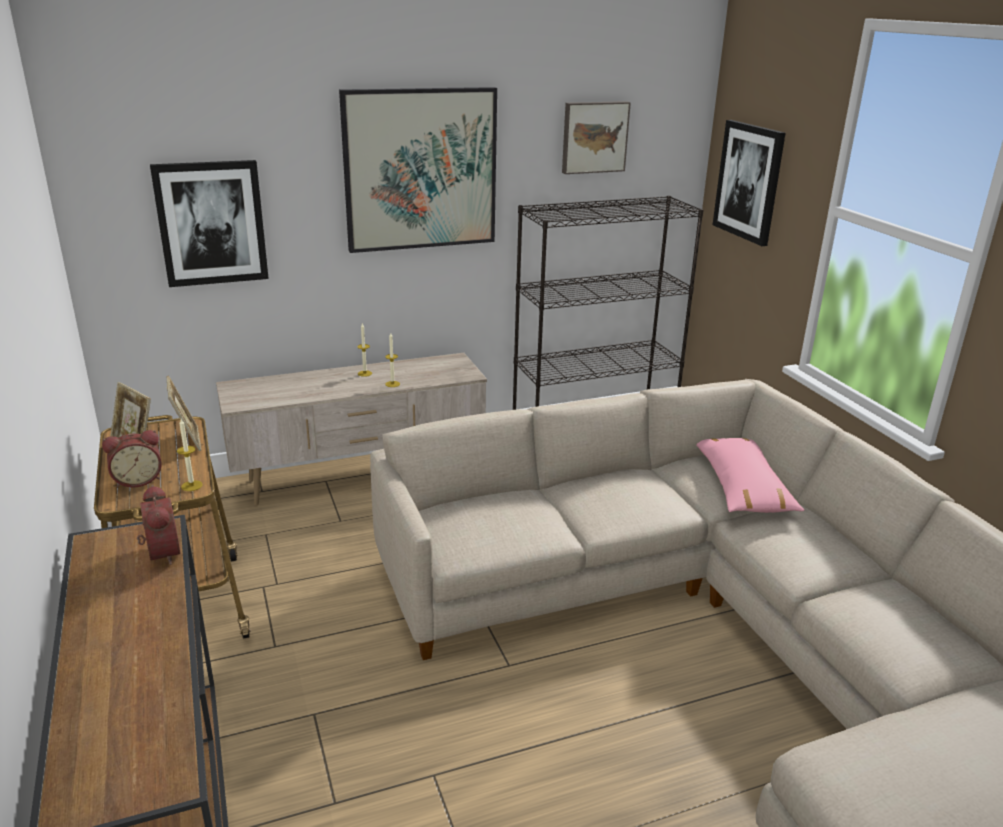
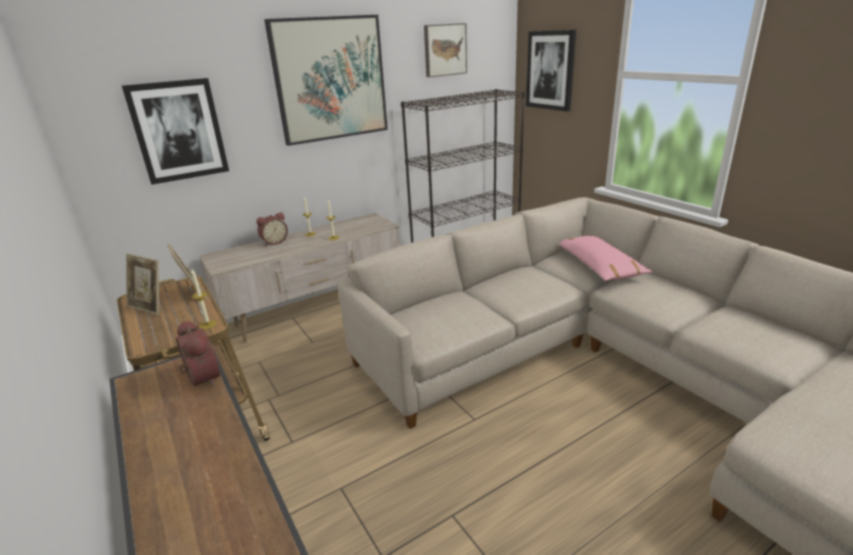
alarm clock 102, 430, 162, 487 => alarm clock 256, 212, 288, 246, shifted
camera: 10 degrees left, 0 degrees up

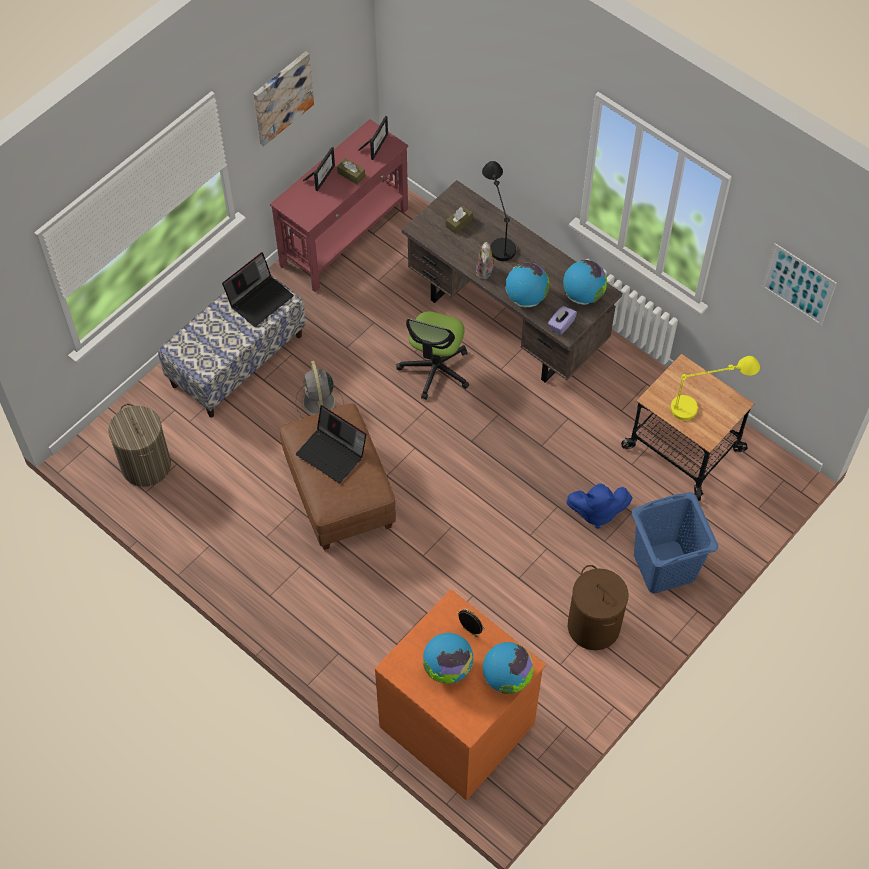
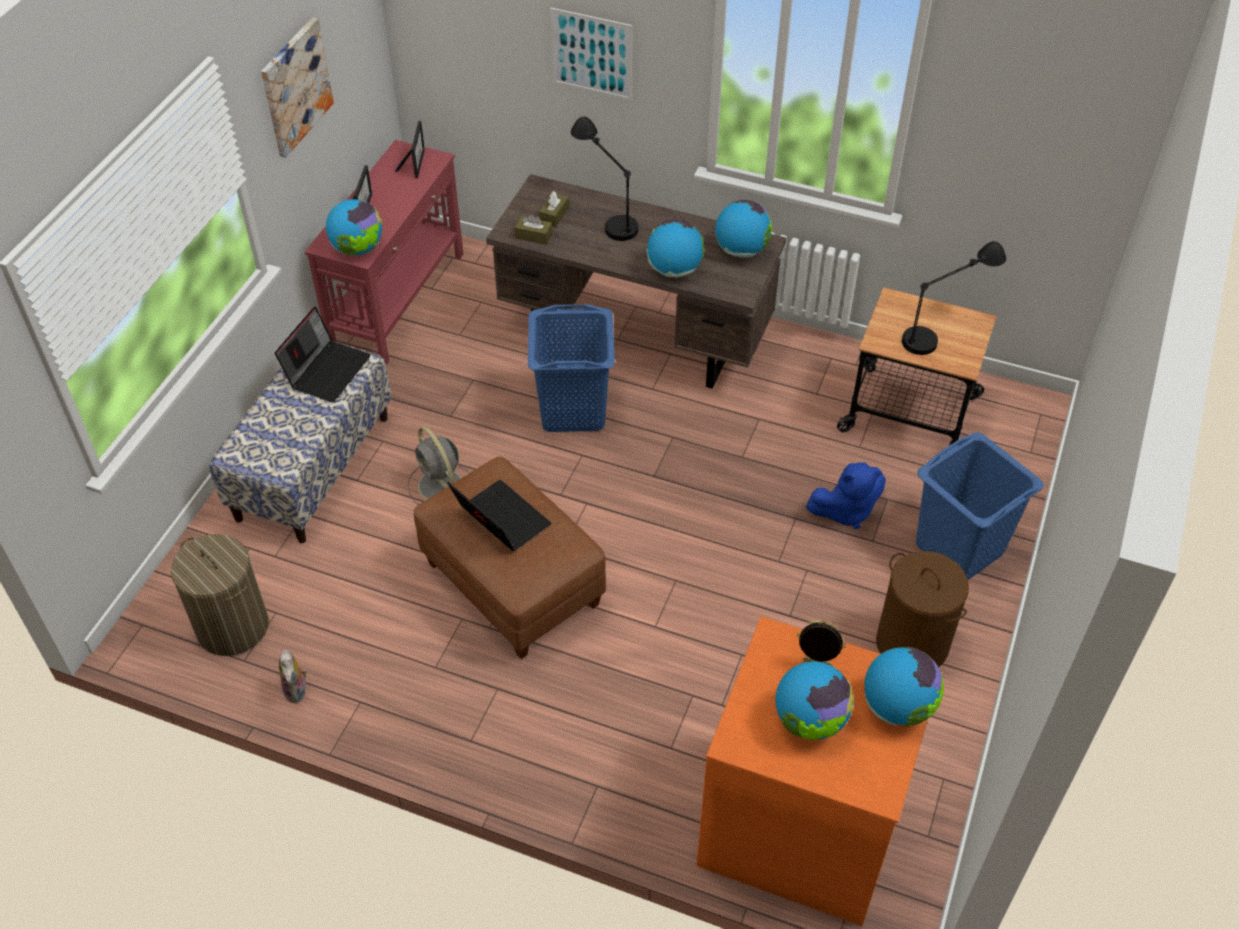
laptop 296, 405, 366, 483 => laptop 448, 480, 551, 551, 150 degrees counterclockwise
tissue box (brown) 337, 158, 365, 185 => tissue box (brown) 515, 215, 552, 245, shifted
office chair 396, 311, 469, 400 => laundry basket (blue) 528, 304, 615, 432
plush toy 476, 242, 496, 279 => plush toy 279, 650, 307, 703, shifted
tissue box (purple) 548, 306, 577, 335 => nothing
table lamp (yellow) 670, 356, 760, 420 => table lamp (black) 902, 241, 1006, 355
picture 762, 243, 836, 326 => picture 550, 8, 632, 101, shifted
nothing => globe 326, 199, 382, 255
camera: 20 degrees left, 10 degrees down

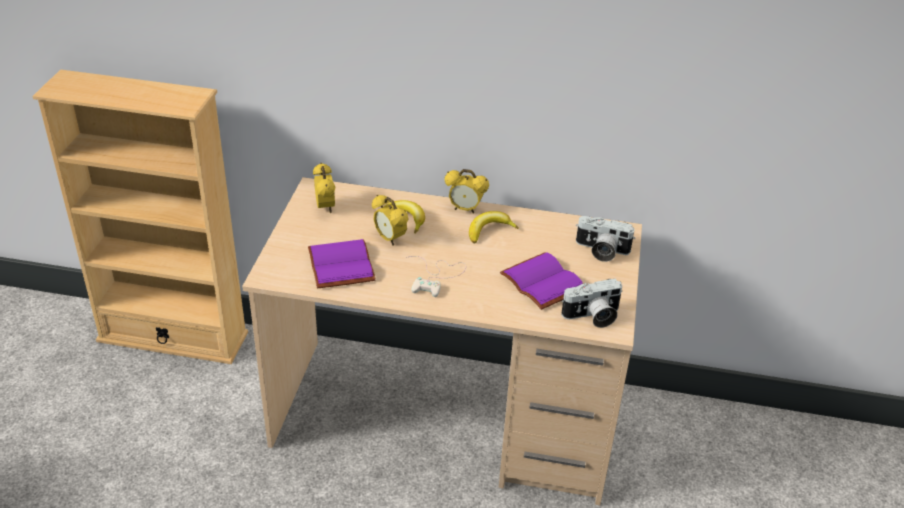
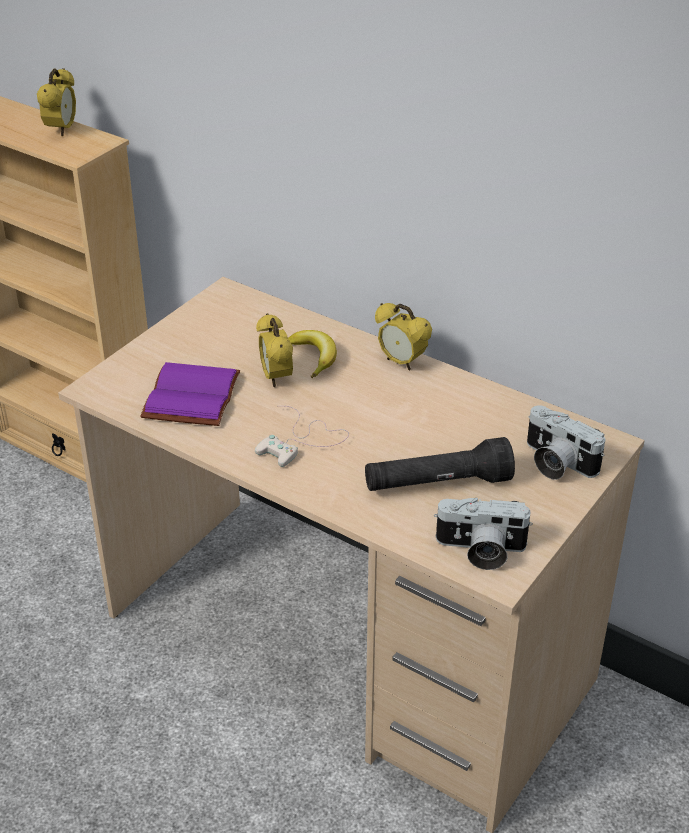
alarm clock 313, 163, 335, 213 => alarm clock 37, 68, 76, 136, shifted
banana 469, 211, 519, 243 => nothing
book (purple) 500, 252, 583, 310 => flashlight (black) 365, 437, 515, 491
camera: 25 degrees right, 0 degrees up

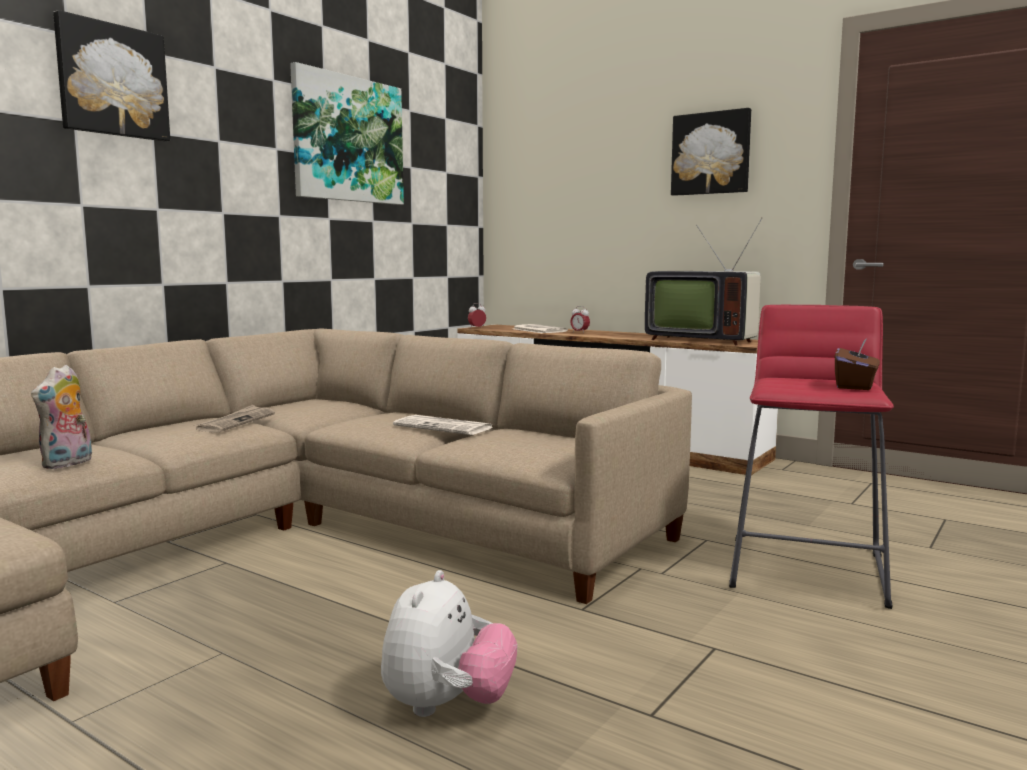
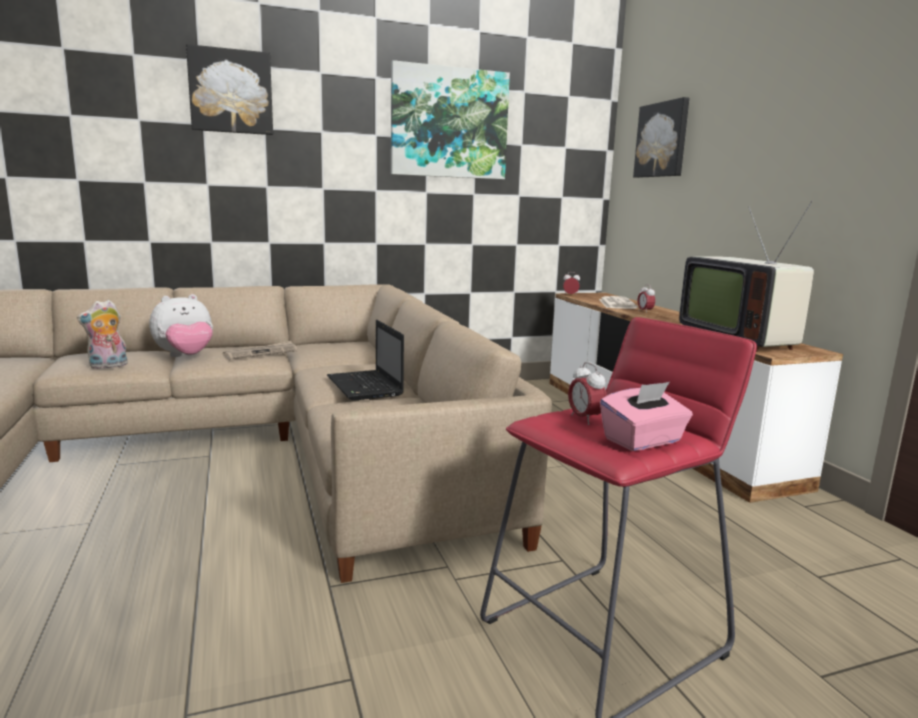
plush toy 381, 570, 517, 717 => plush toy 149, 294, 213, 357, shifted
newspaper 393, 415, 494, 435 => laptop 327, 320, 404, 401
picture 671, 108, 751, 196 => picture 633, 97, 689, 178, shifted
tissue box (brown) 835, 338, 880, 390 => tissue box (pink) 600, 382, 693, 451
nothing => alarm clock 568, 362, 607, 425
camera: 35 degrees right, 5 degrees up

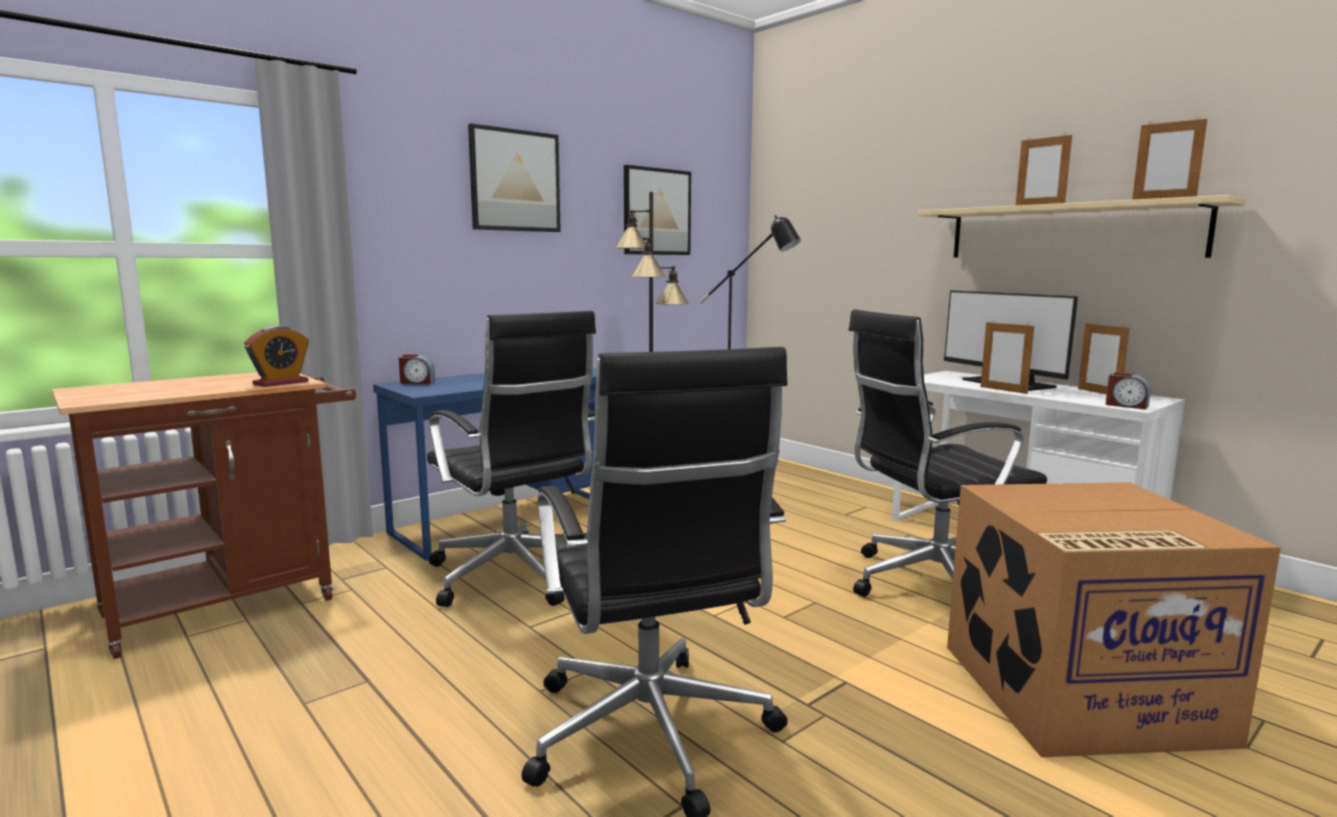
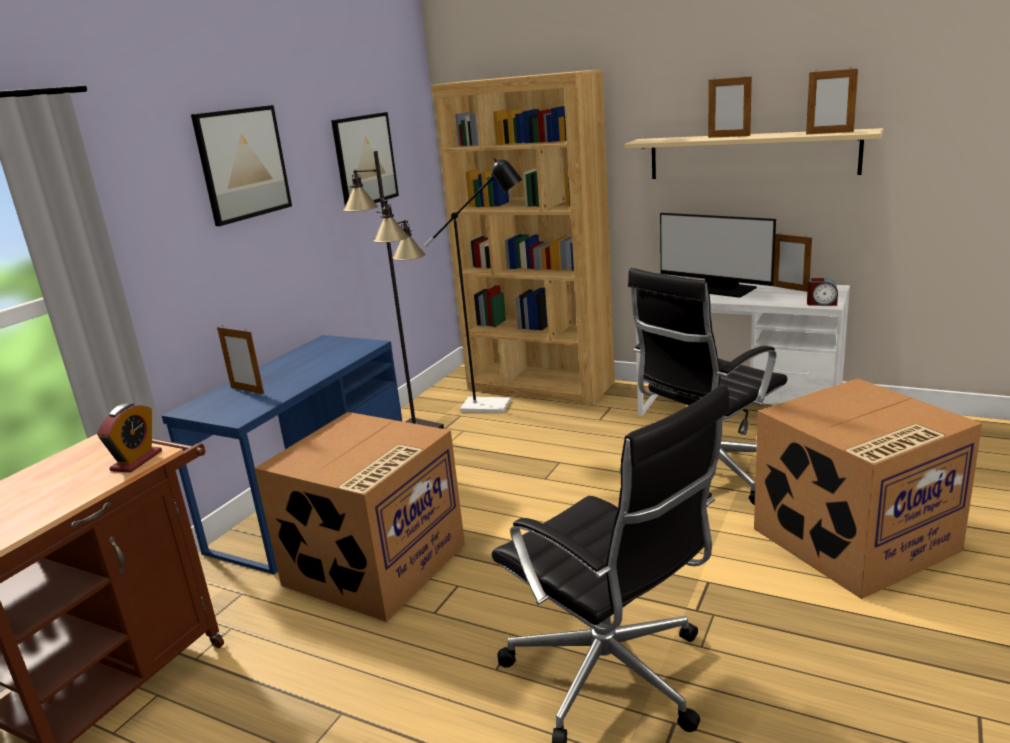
alarm clock 399, 354, 435, 384 => nothing
office chair (black) 427, 311, 596, 607 => cardboard box 254, 412, 465, 622
picture frame 981, 320, 1034, 394 => picture frame 217, 327, 264, 394, shifted
nothing => bookcase (brown) 432, 69, 615, 406
camera: 20 degrees left, 10 degrees up

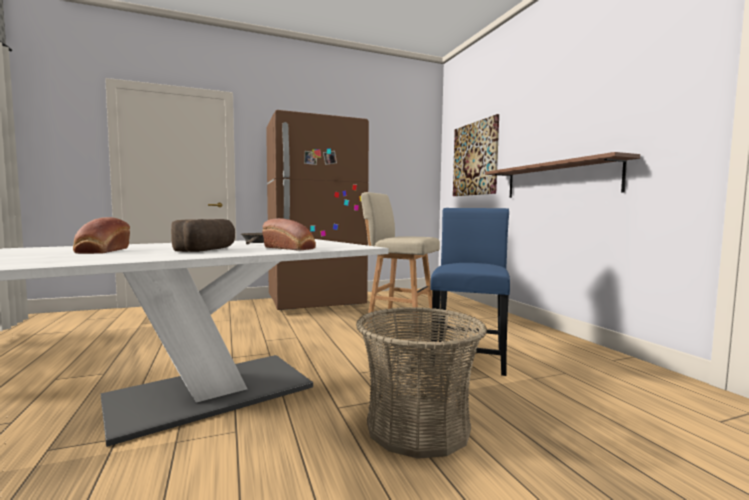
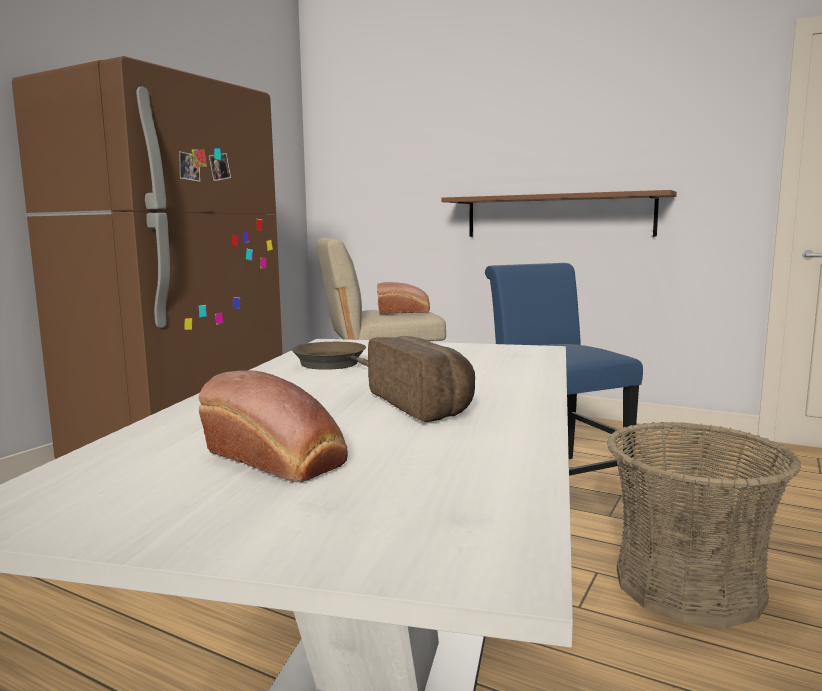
bread 262, 218, 316, 250 => bread 377, 282, 430, 314, shifted
picture 453, 114, 499, 196 => nothing
camera: 40 degrees left, 5 degrees up

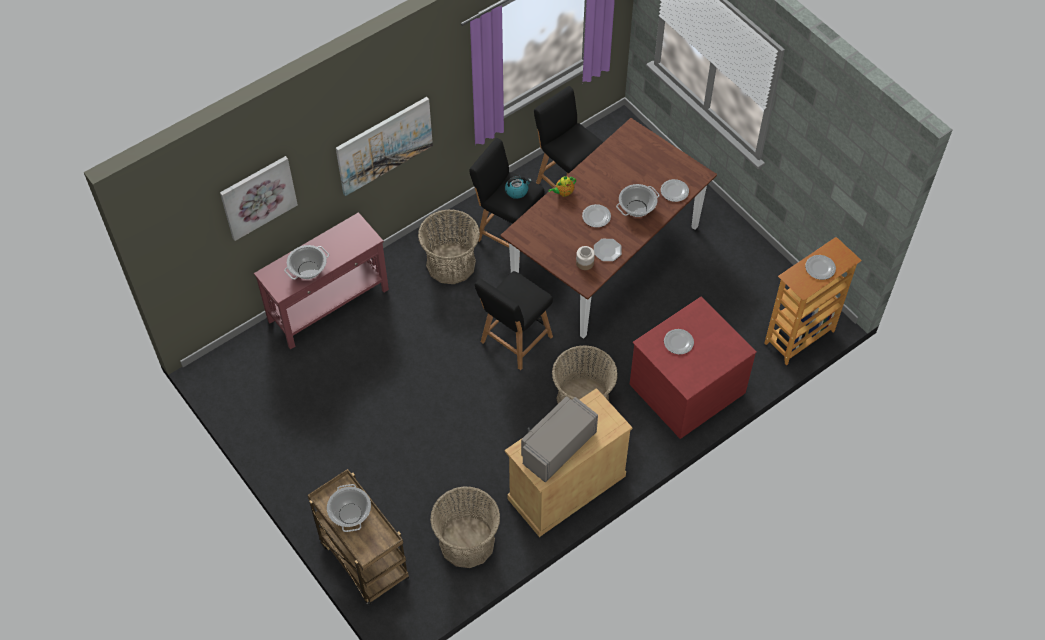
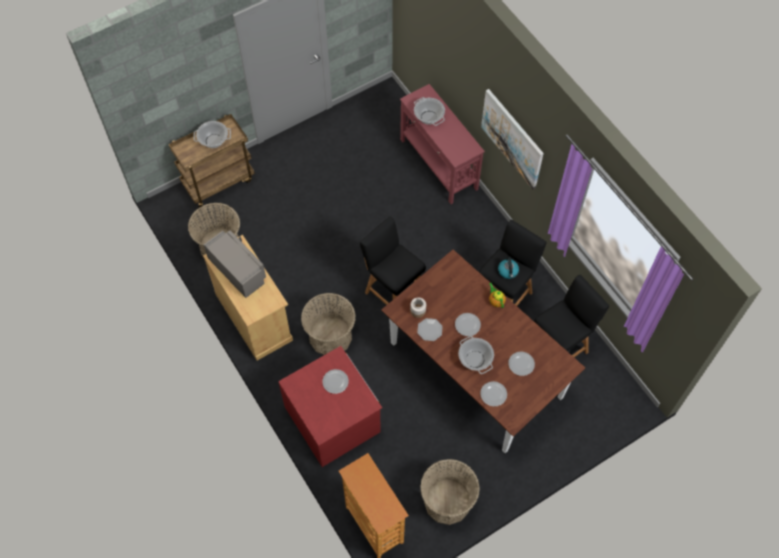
picture 220, 156, 298, 241 => nothing
basket 418, 209, 480, 284 => basket 420, 459, 480, 525, shifted
plate 805, 255, 836, 280 => plate 508, 352, 535, 376, shifted
camera: 95 degrees right, 5 degrees up

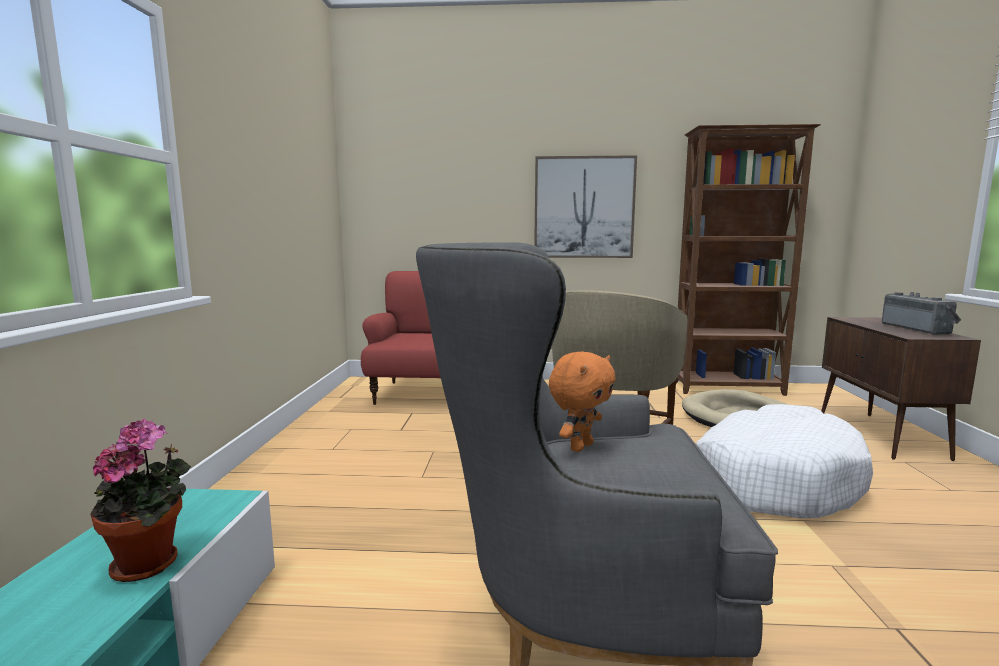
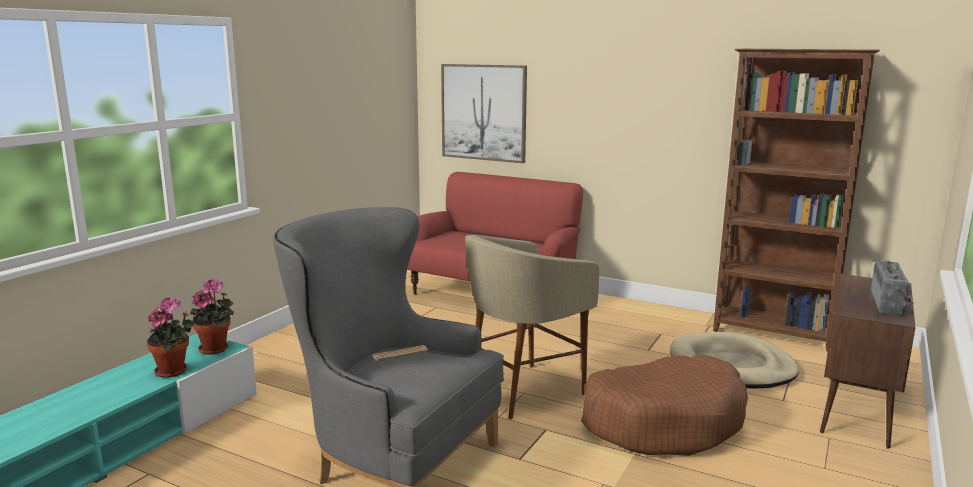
picture 534, 155, 637, 258 => picture 441, 64, 527, 163, shifted
plush toy (orange) 549, 352, 616, 452 => newspaper 372, 345, 428, 361
dog bed (white) 696, 404, 873, 518 => dog bed (brown) 581, 355, 748, 456
nothing => potted plant 190, 278, 234, 355
camera: 25 degrees right, 5 degrees up

